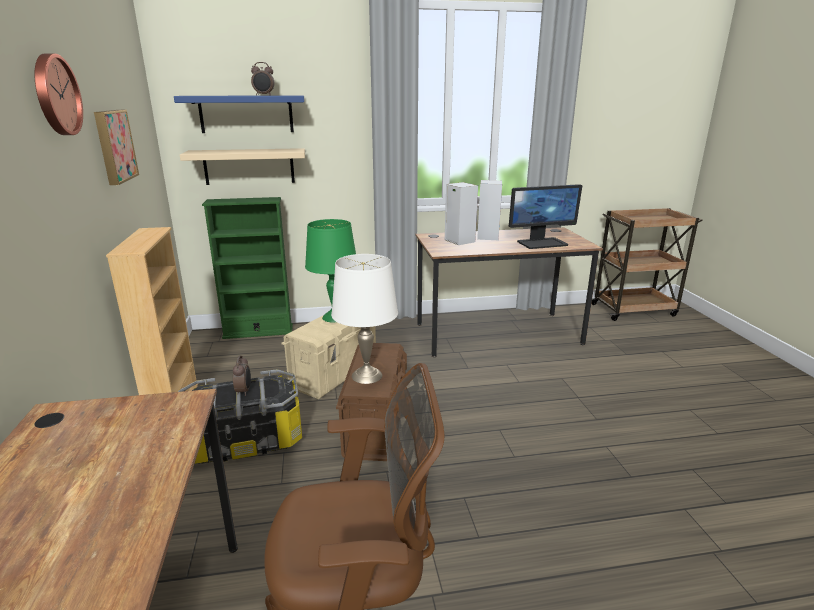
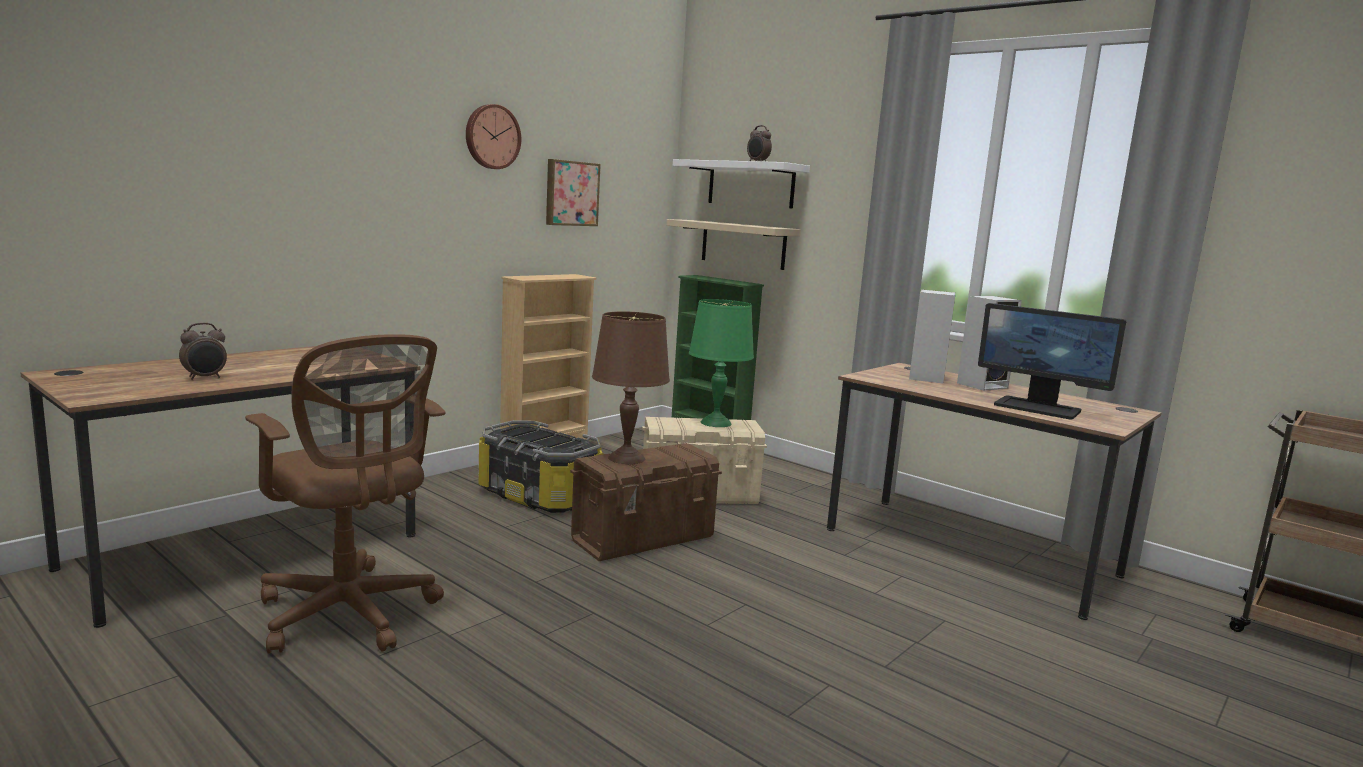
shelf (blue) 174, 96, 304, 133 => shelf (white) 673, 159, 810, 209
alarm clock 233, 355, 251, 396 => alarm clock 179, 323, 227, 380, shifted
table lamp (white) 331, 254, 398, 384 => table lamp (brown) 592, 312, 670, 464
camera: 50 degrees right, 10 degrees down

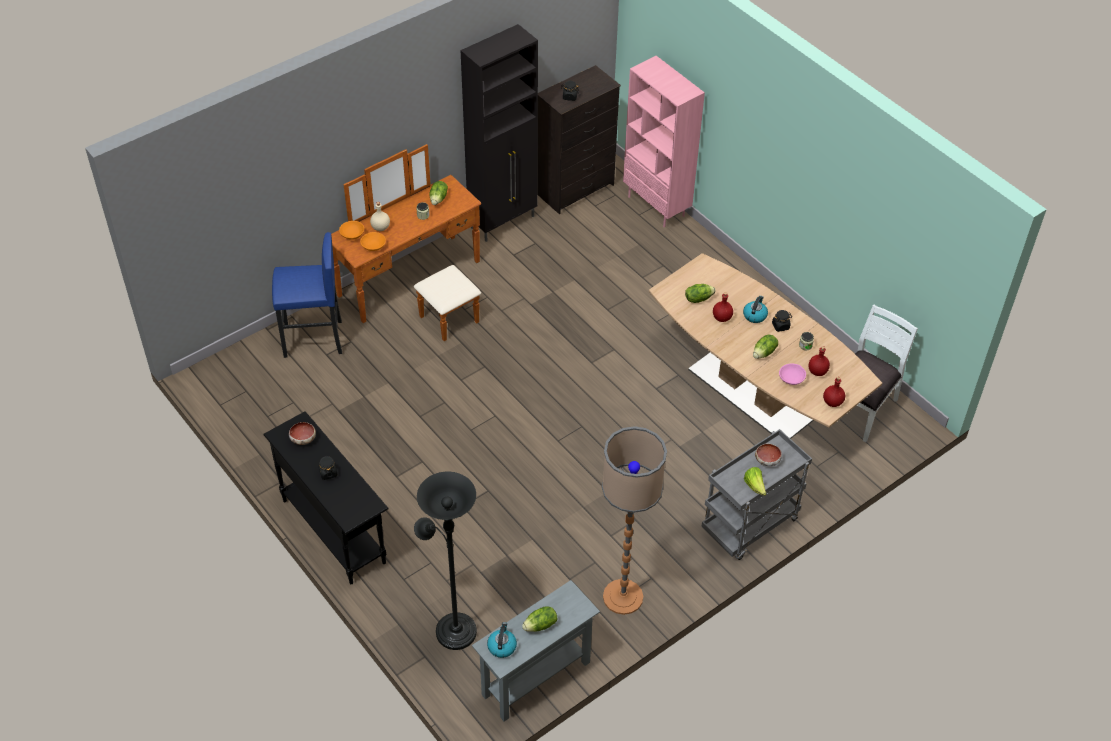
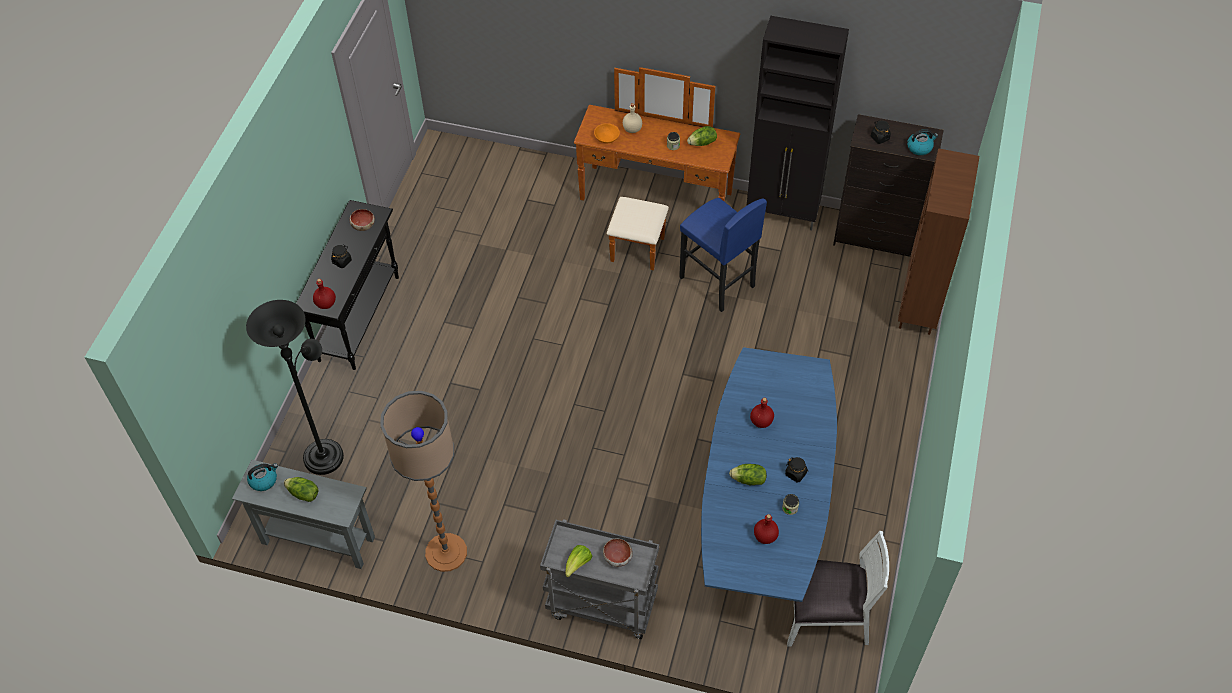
stool (blue) 272, 232, 342, 358 => stool (blue) 679, 198, 767, 312, shifted
bowl (orange) 339, 221, 364, 239 => nothing
bookcase (pink) 623, 56, 705, 227 => bookcase (brown) 898, 149, 979, 335
dining table (brown) 649, 253, 882, 439 => dining table (blue) 701, 347, 837, 602
lettuce 685, 284, 716, 303 => nothing
kettle 743, 296, 768, 323 => kettle 907, 129, 938, 155, shifted
bowl (pink) 779, 364, 806, 385 => nothing
bottle (red) 823, 377, 845, 407 => bottle (red) 313, 279, 336, 309, shifted
camera: 55 degrees right, 5 degrees up

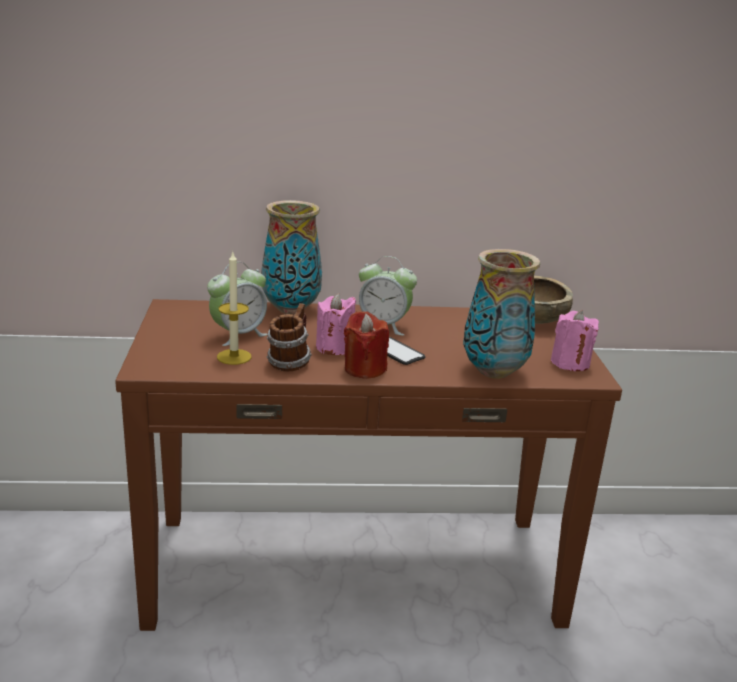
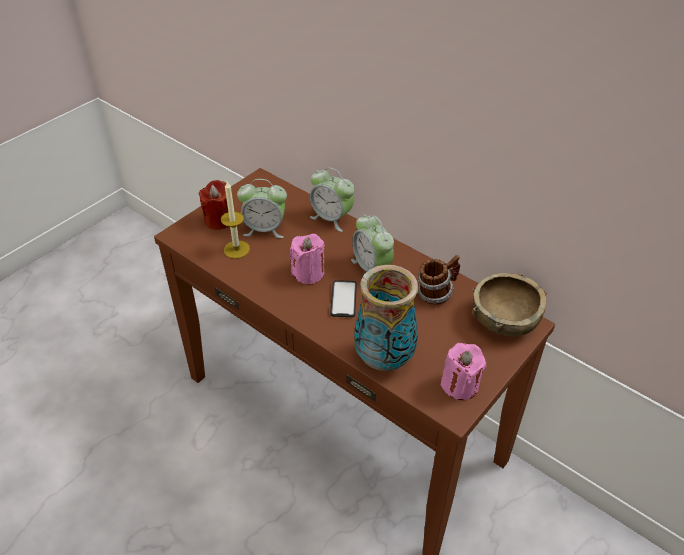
vase 261, 200, 322, 314 => alarm clock 310, 167, 355, 232
mug 267, 303, 312, 372 => mug 418, 255, 460, 305, shifted
candle (red) 344, 311, 389, 379 => candle (red) 199, 180, 229, 230, shifted
camera: 45 degrees right, 20 degrees up

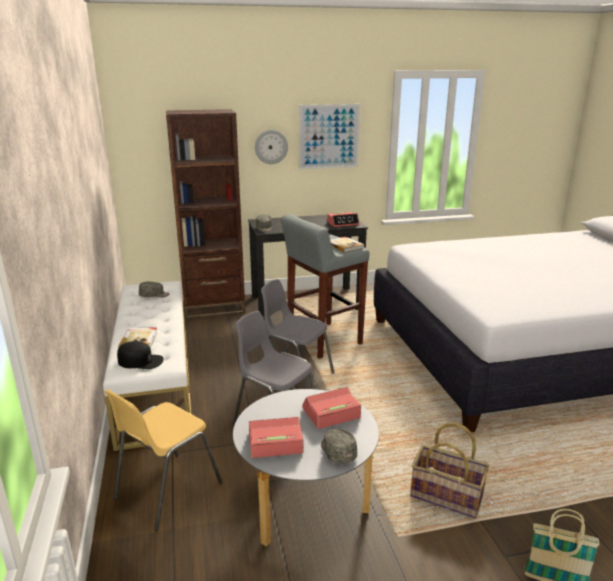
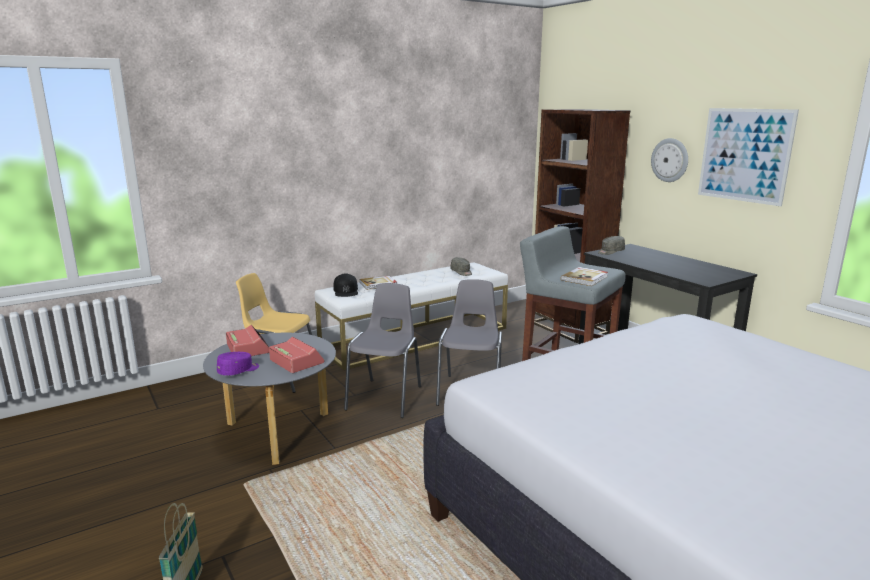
cap (grey) 321, 429, 357, 464 => cap (purple) 217, 352, 259, 376
alarm clock 327, 212, 359, 227 => nothing
basket 410, 423, 489, 518 => nothing
camera: 70 degrees right, 5 degrees down

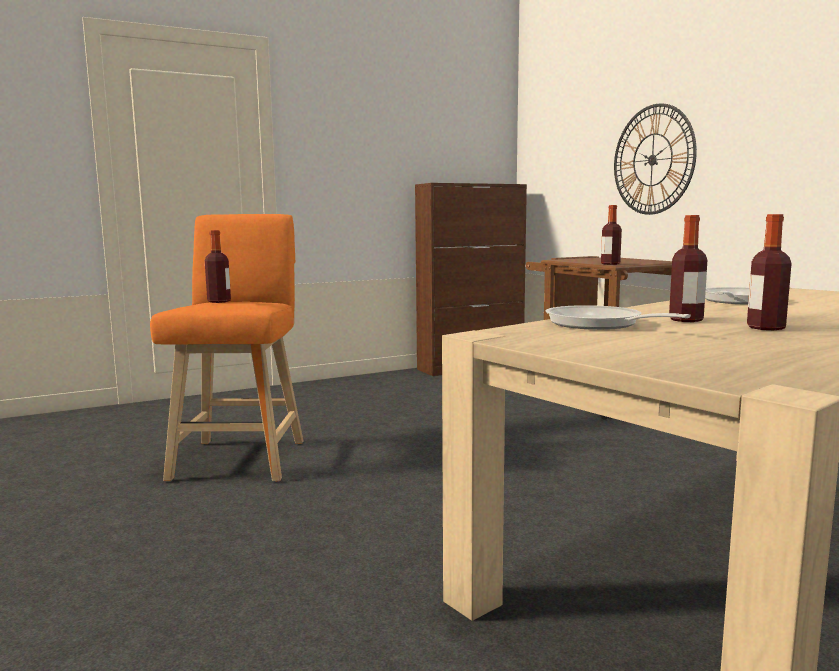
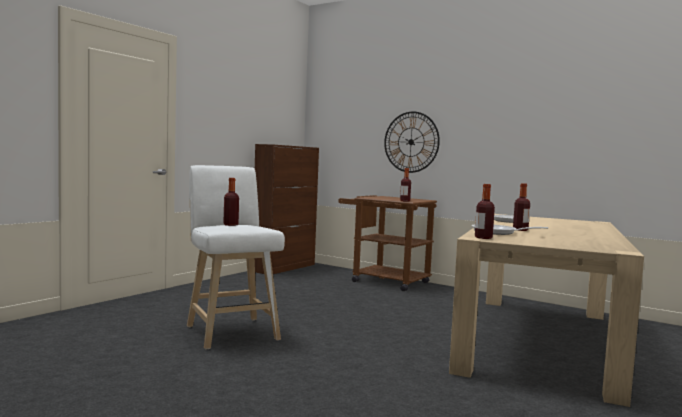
stool (orange) 150, 214, 303, 481 => stool (white) 187, 165, 285, 349
bottle 747, 214, 792, 330 => bottle 475, 184, 495, 239, shifted
camera: 30 degrees left, 5 degrees down

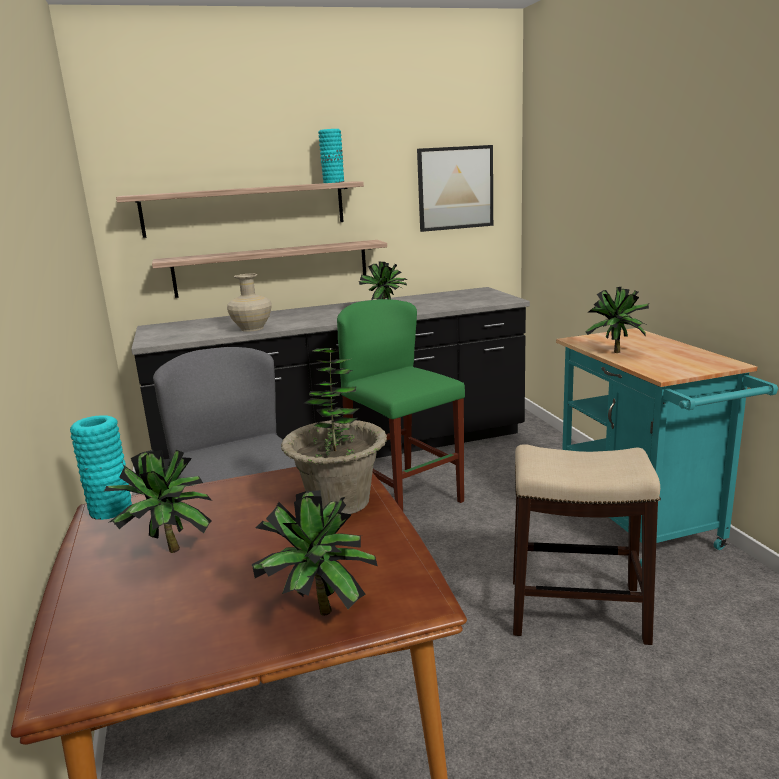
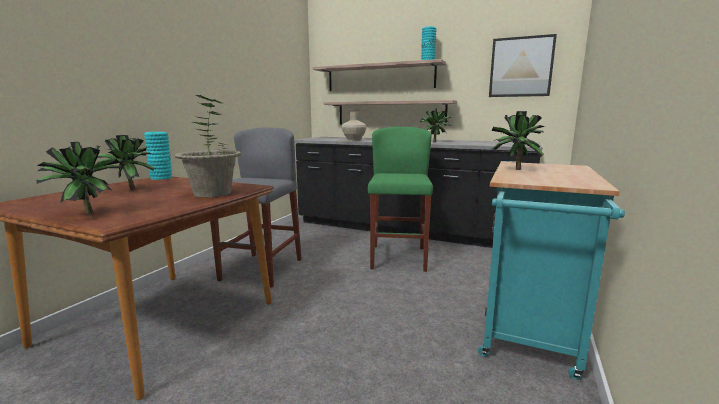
stool 513, 444, 661, 645 => nothing
camera: 40 degrees right, 5 degrees down

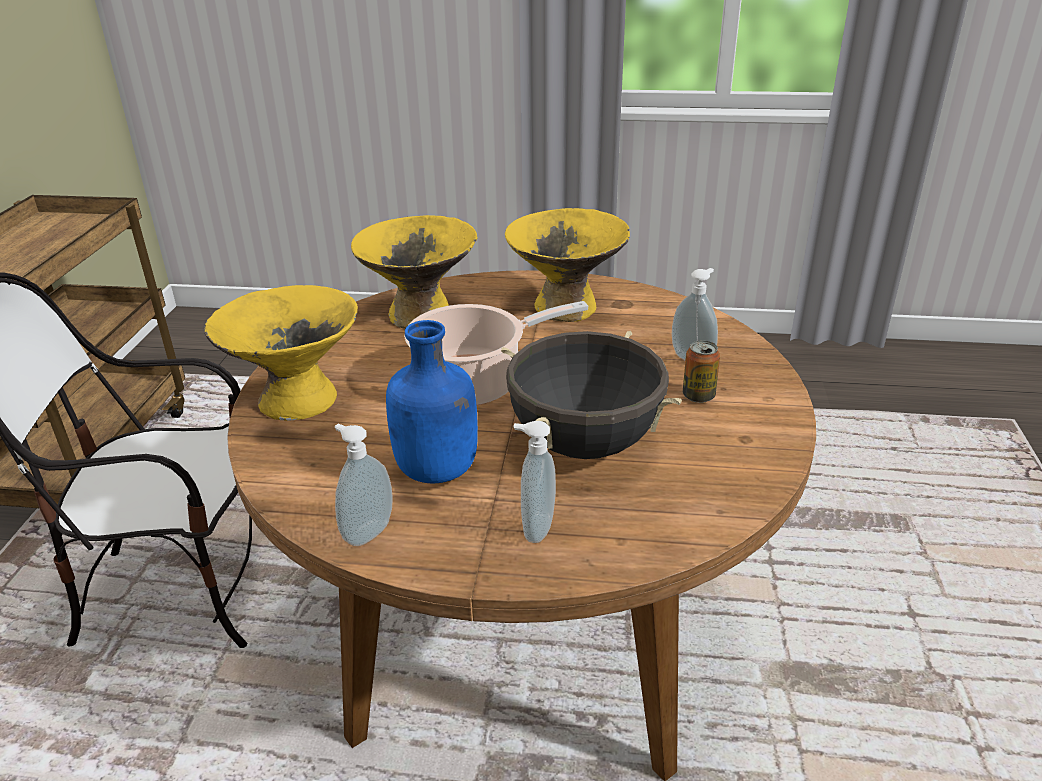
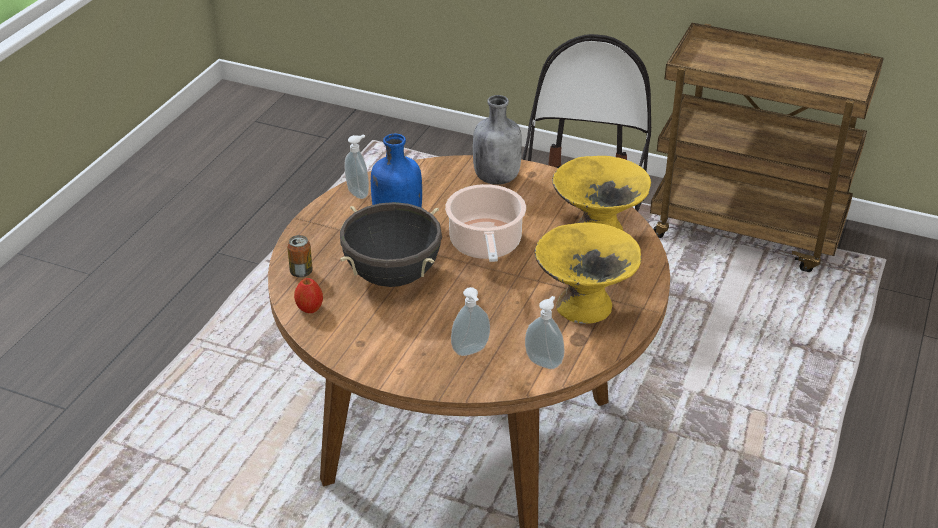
bowl (yellow) 204, 285, 358, 421 => bottle (grey) 473, 95, 522, 185
soap dispenser 513, 421, 556, 543 => soap dispenser 525, 296, 564, 369, shifted
can 683, 340, 720, 403 => can 287, 235, 313, 278, shifted
nothing => apple 294, 278, 323, 313
camera: 105 degrees right, 5 degrees up

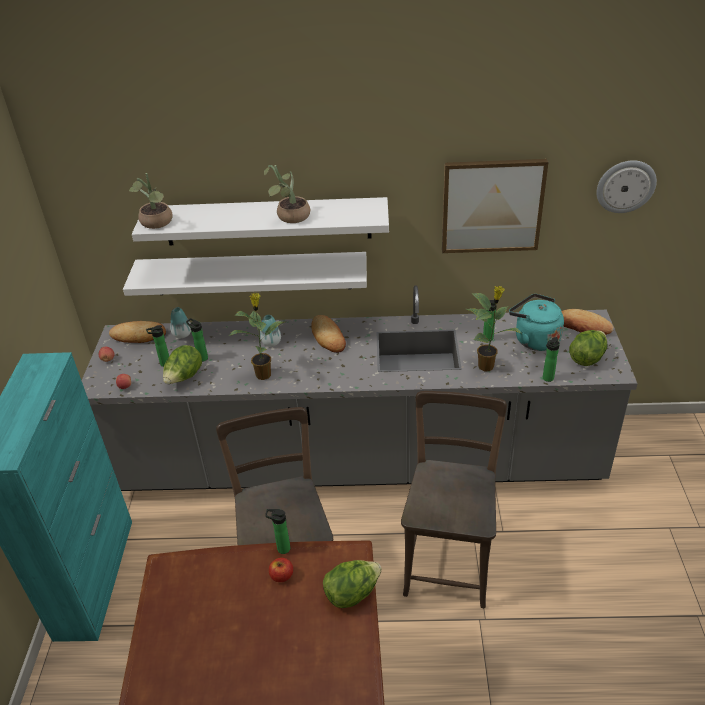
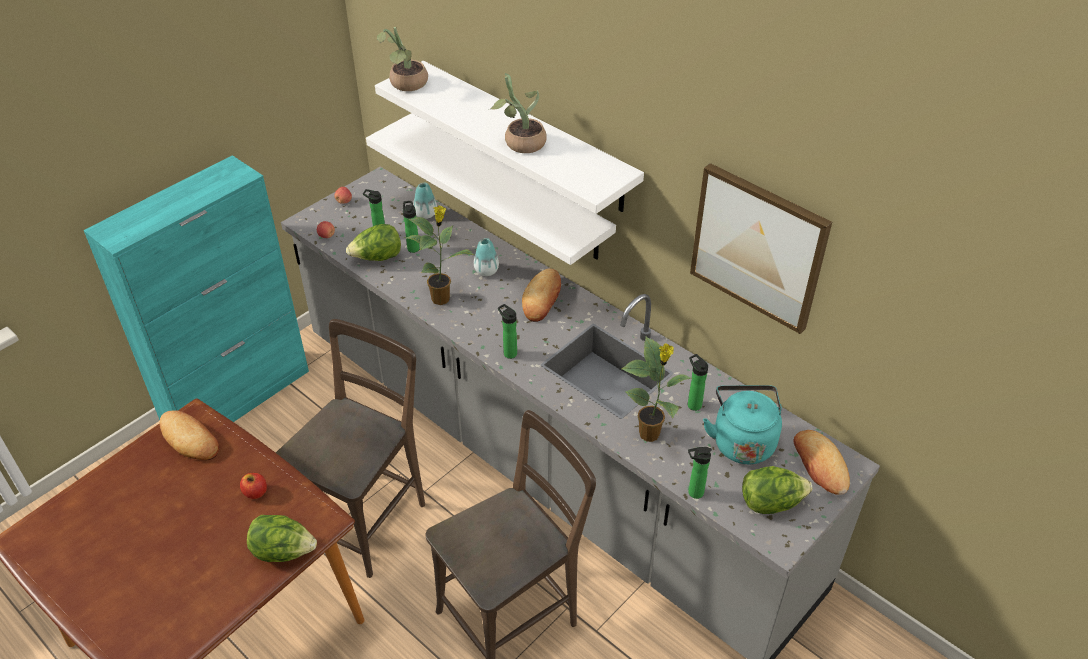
bread 109, 321, 166, 343 => bread 160, 411, 219, 460, shifted
bottle 265, 509, 290, 554 => bottle 498, 304, 517, 359, shifted
wall clock 596, 160, 657, 213 => nothing
camera: 40 degrees right, 5 degrees up

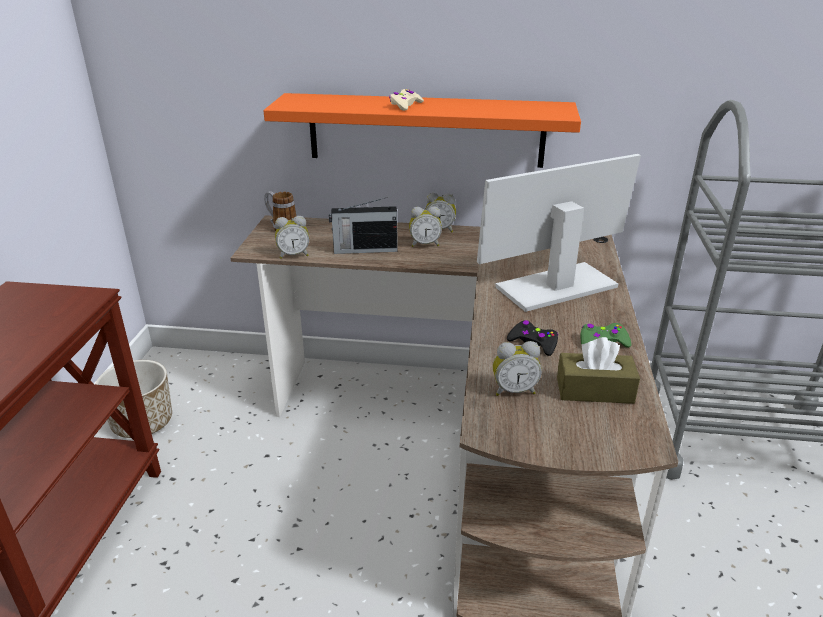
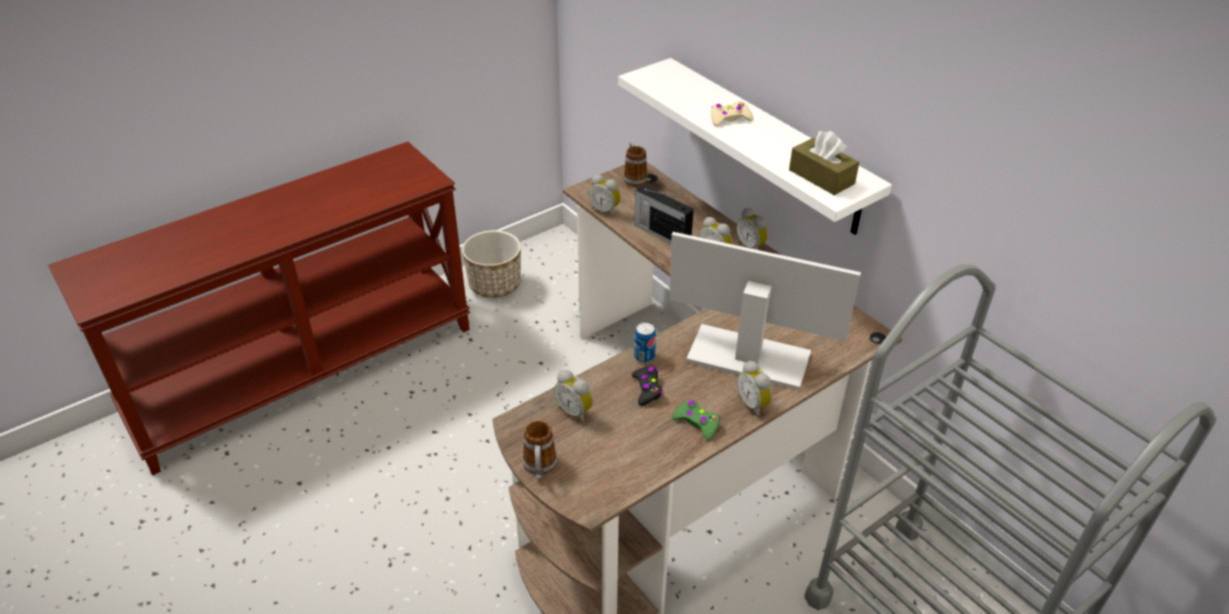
shelf (orange) 263, 93, 581, 168 => shelf (white) 618, 58, 892, 235
tissue box (brown) 557, 337, 640, 404 => tissue box (brown) 789, 131, 859, 195, shifted
nothing => mug 523, 420, 557, 479
nothing => can 634, 322, 656, 363
nothing => alarm clock 737, 361, 773, 417
camera: 45 degrees right, 10 degrees up

